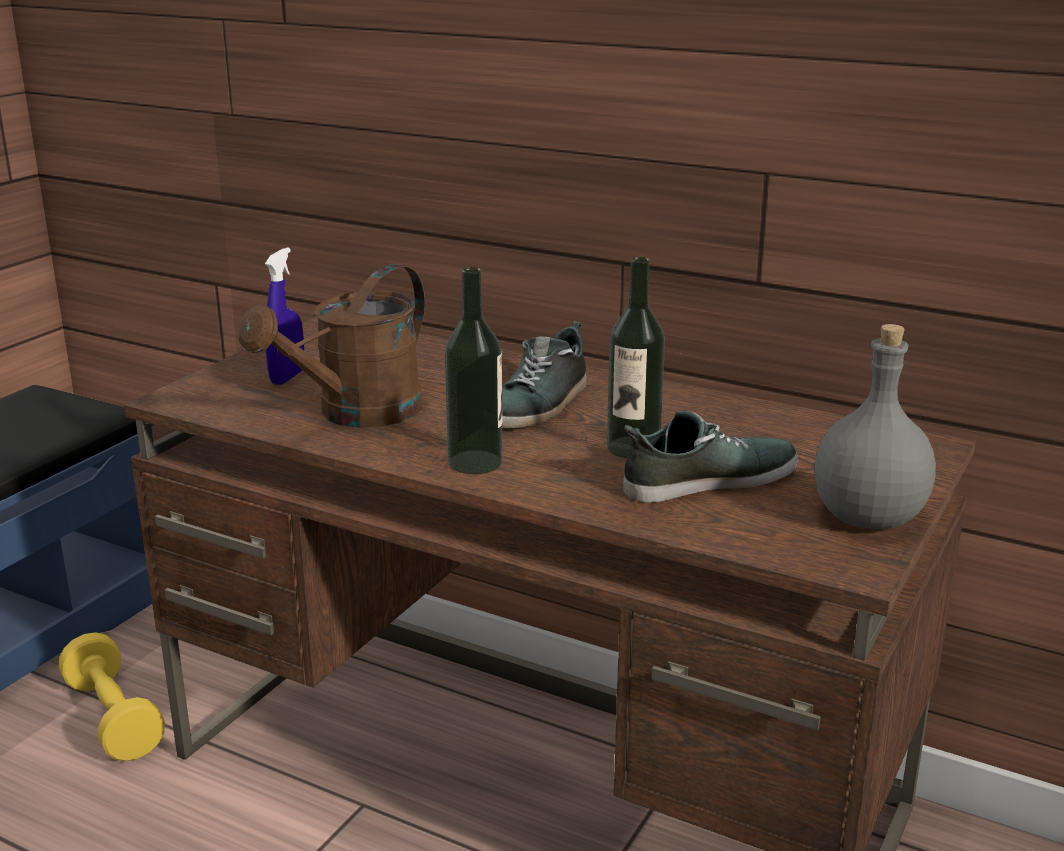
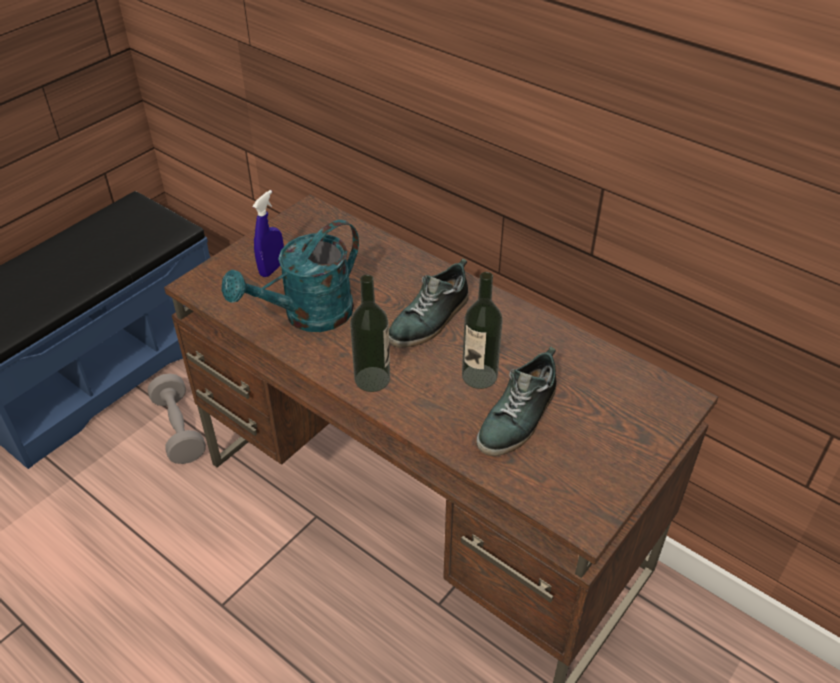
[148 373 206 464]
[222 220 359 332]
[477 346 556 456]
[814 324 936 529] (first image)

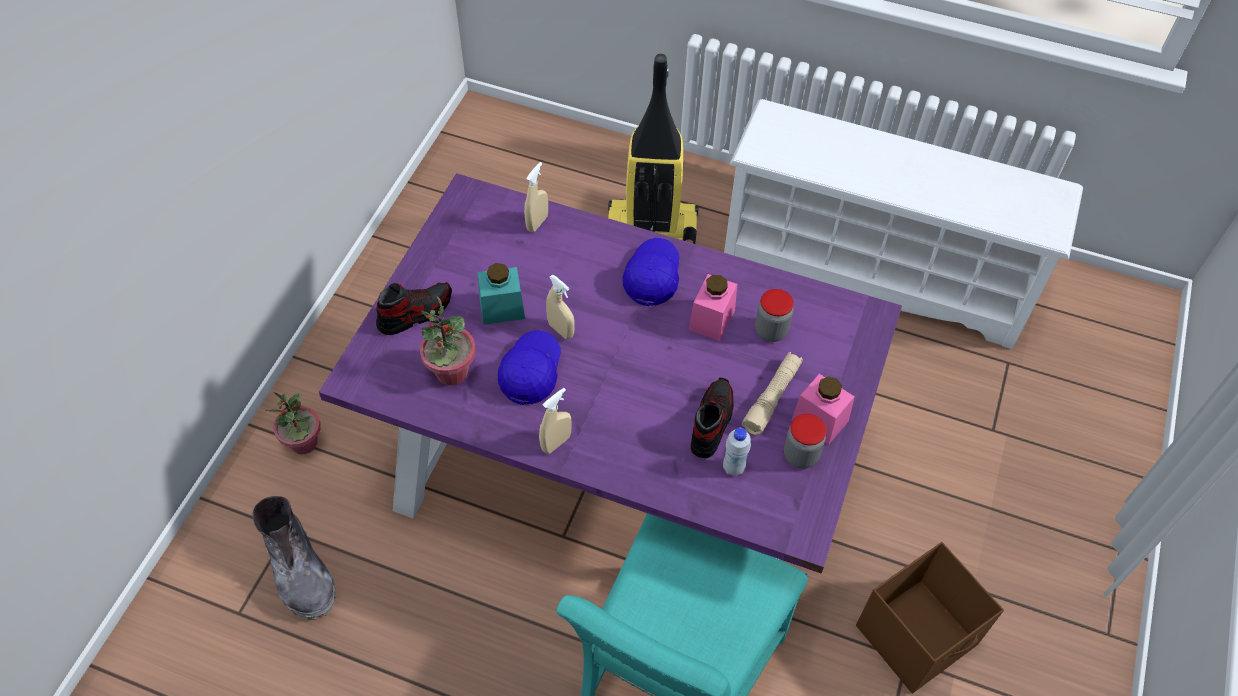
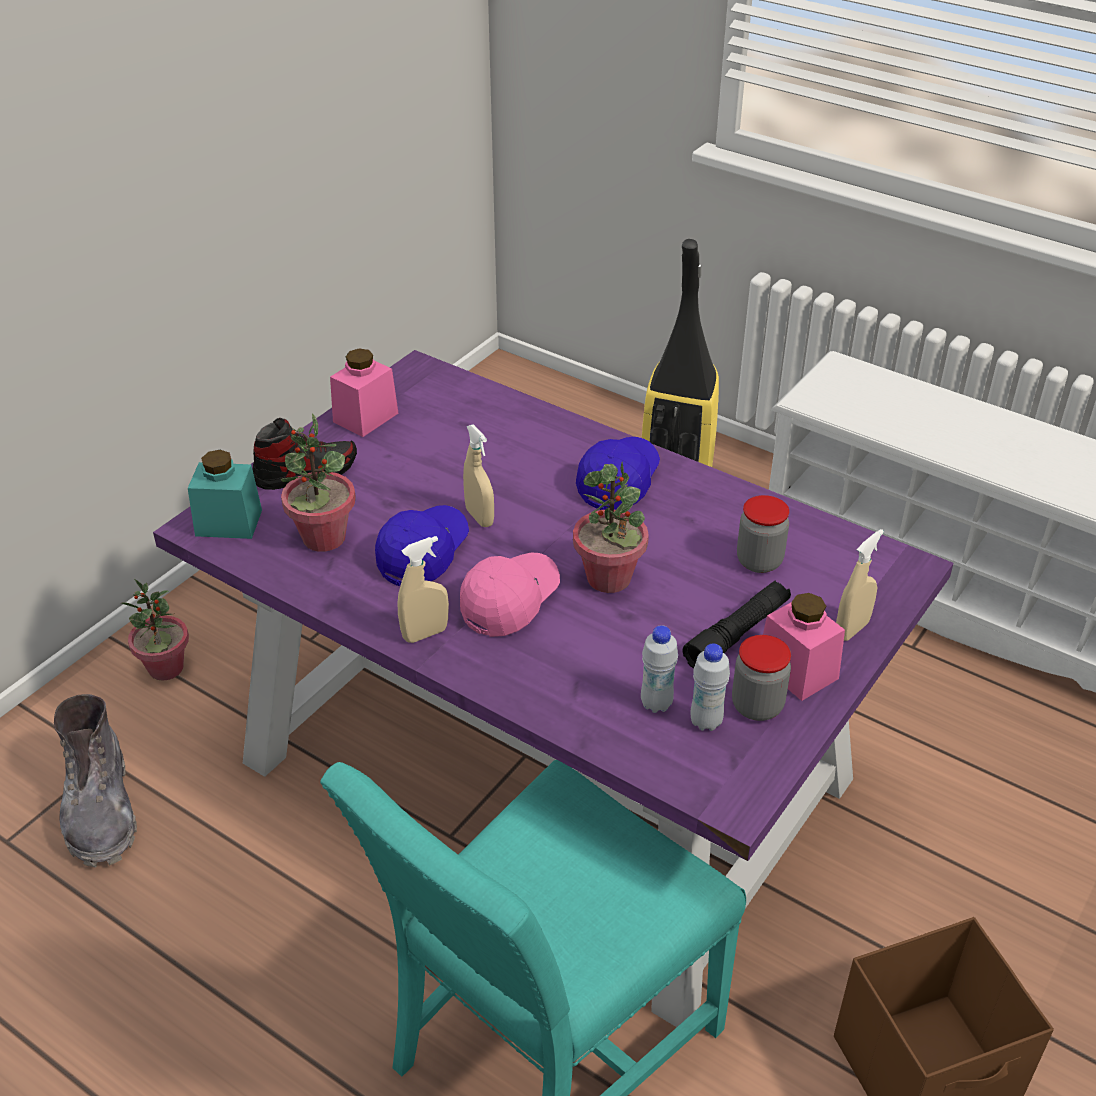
[188 450 262 539]
[836 529 884 641]
[330 348 398 437]
[691 378 734 458] (first image)
[683 581 791 669]
[460 553 560 637]
[573 462 649 593]
[690 644 730 731]

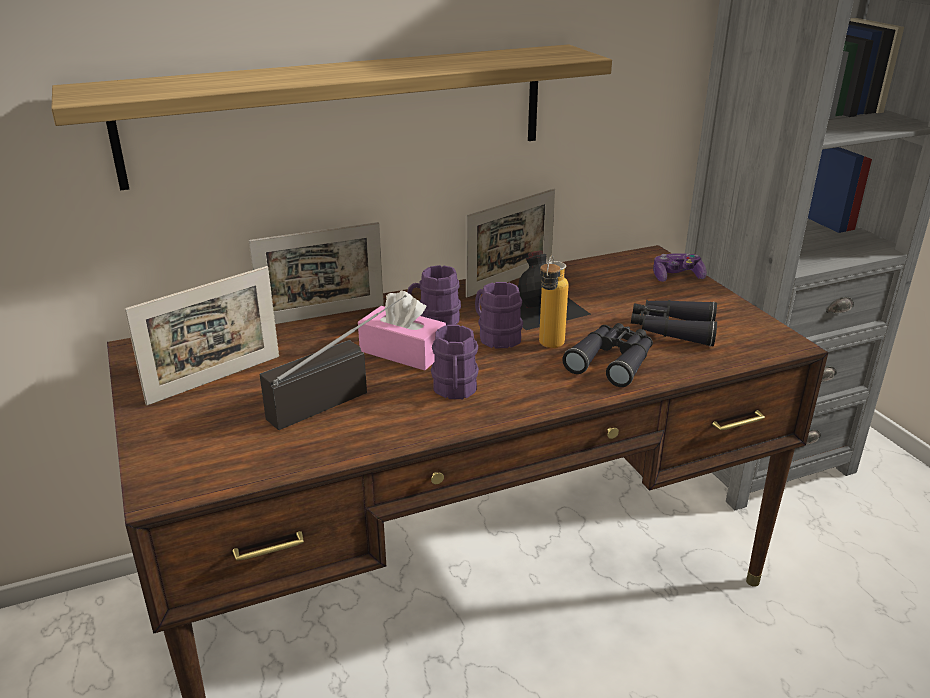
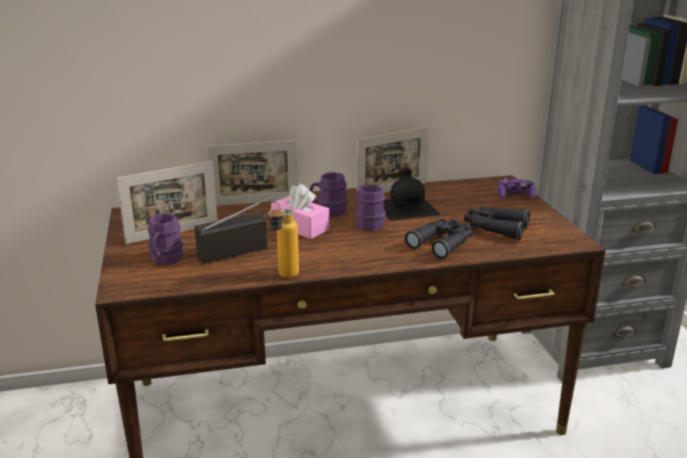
[51 44 612 190] (first image)
[148 213 183 265]
[267 203 299 278]

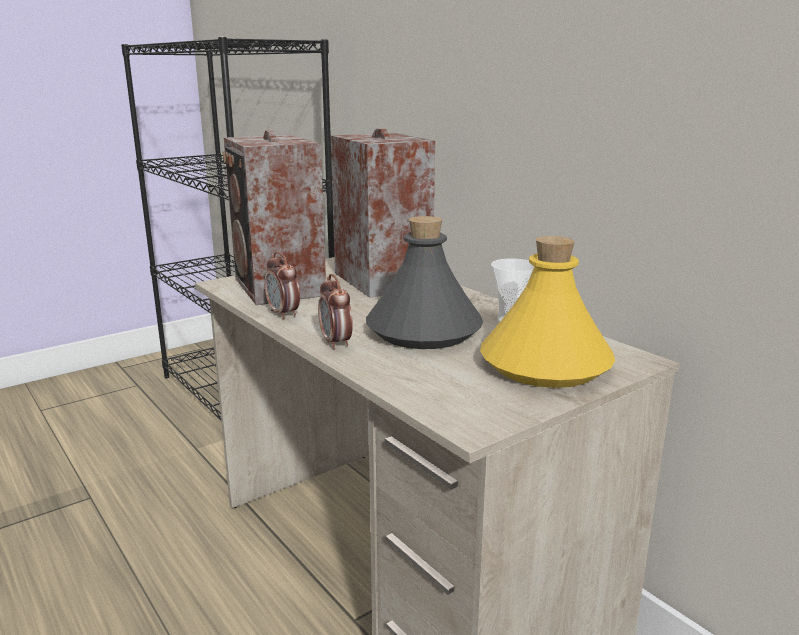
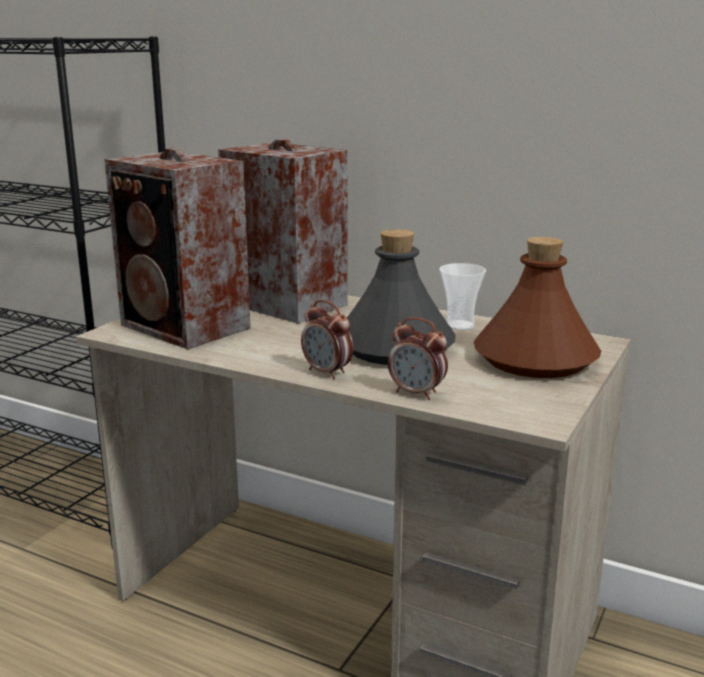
[388 317 448 400]
[474 237 601 378]

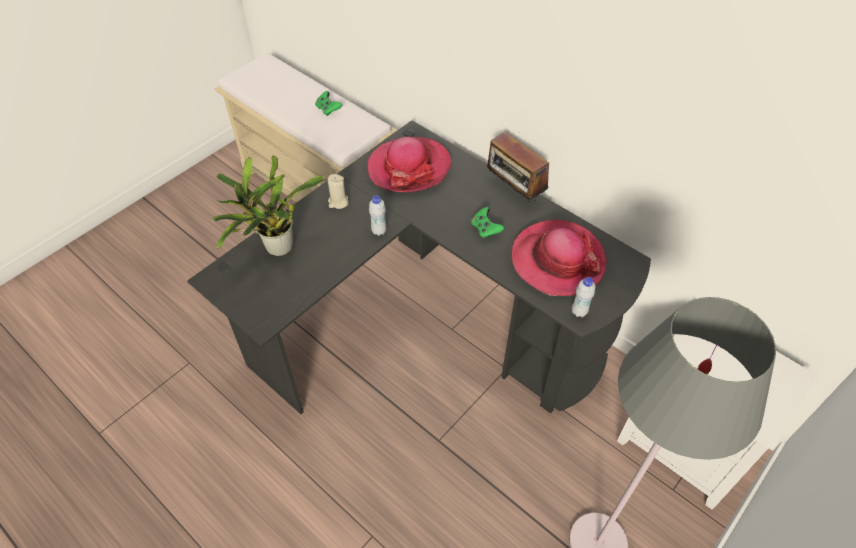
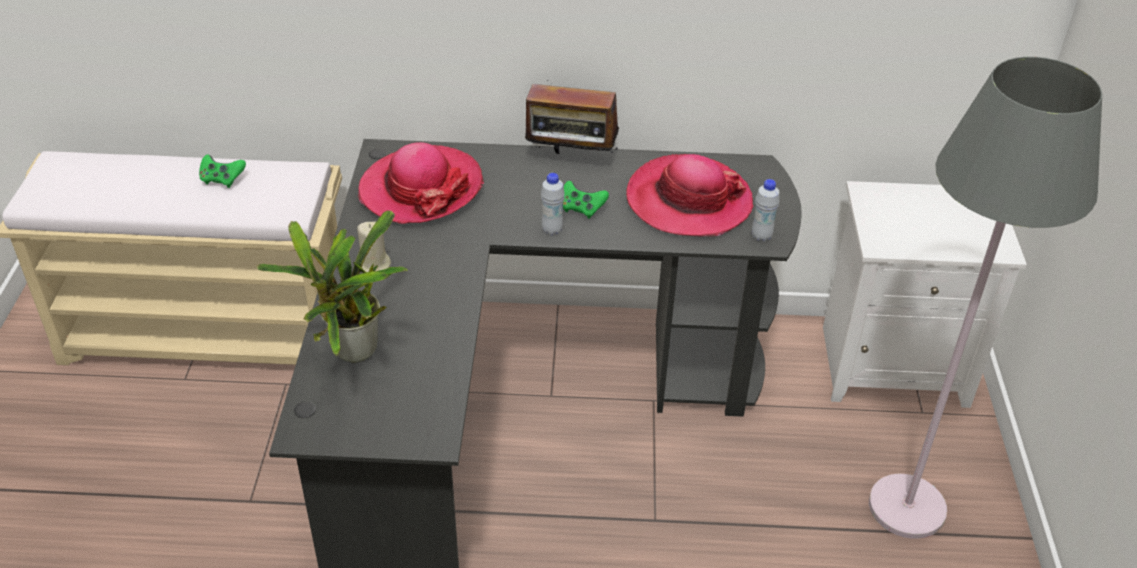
[541 173 565 235]

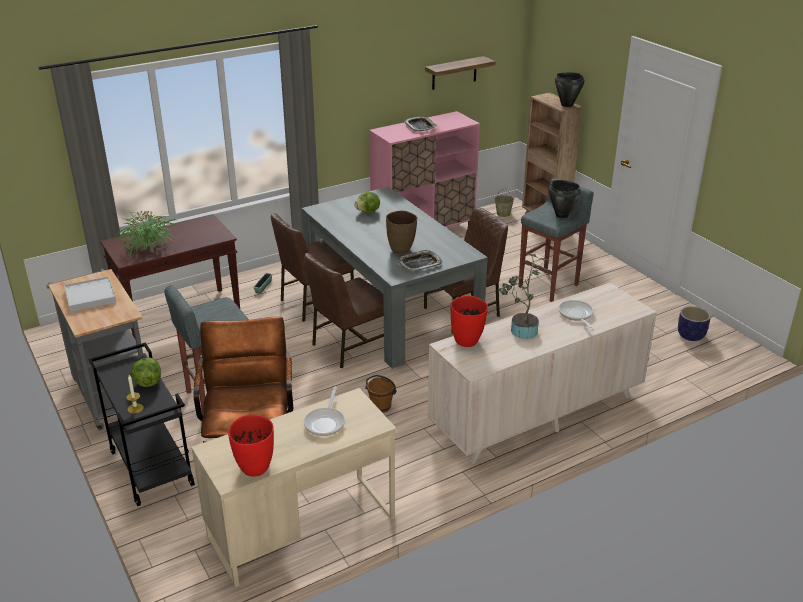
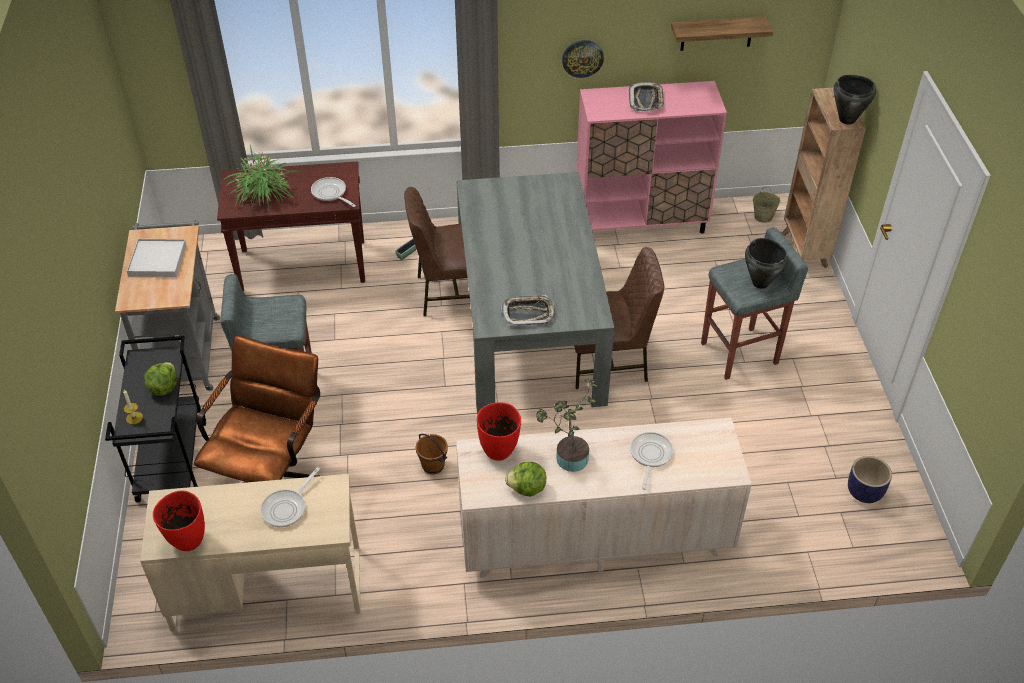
[304 253 384 369] (first image)
[505 462 546 497]
[386 211 417 254] (first image)
[311 177 356 207]
[562 40 604 78]

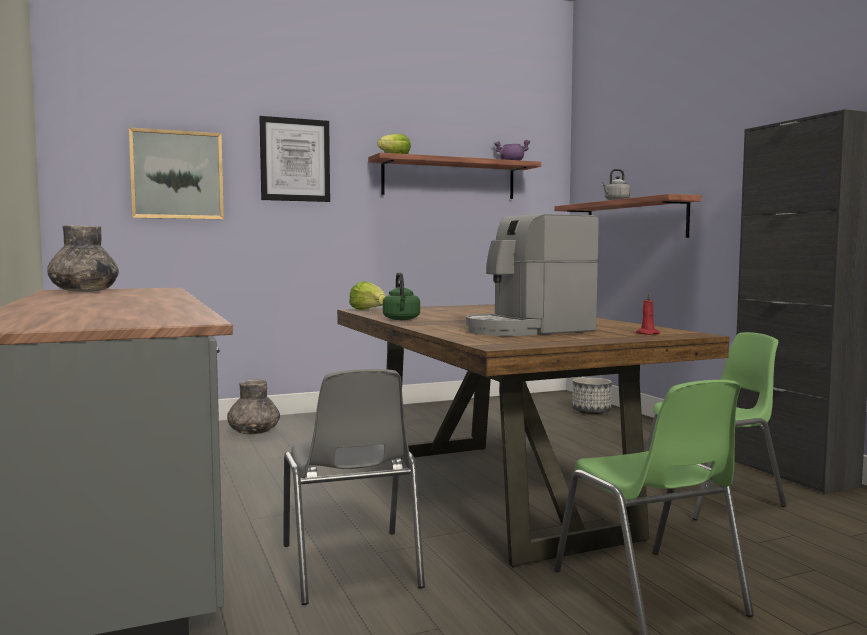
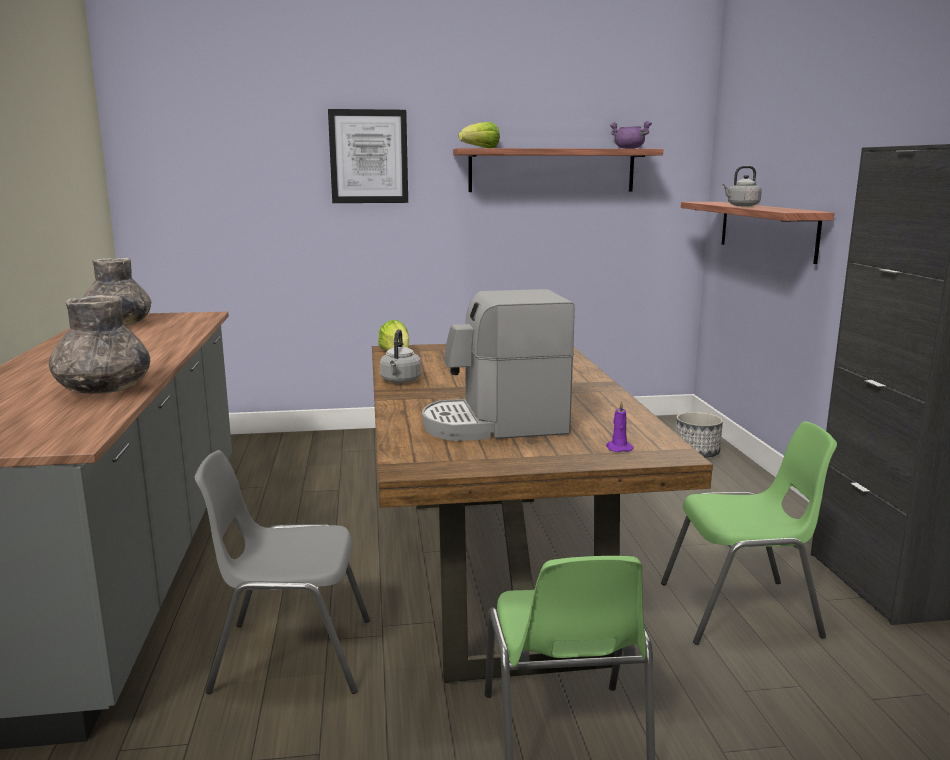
[129 128 224 219] (first image)
[49 295 150 394]
[195 450 370 694]
[380 329 422 383]
[606 400 634 452]

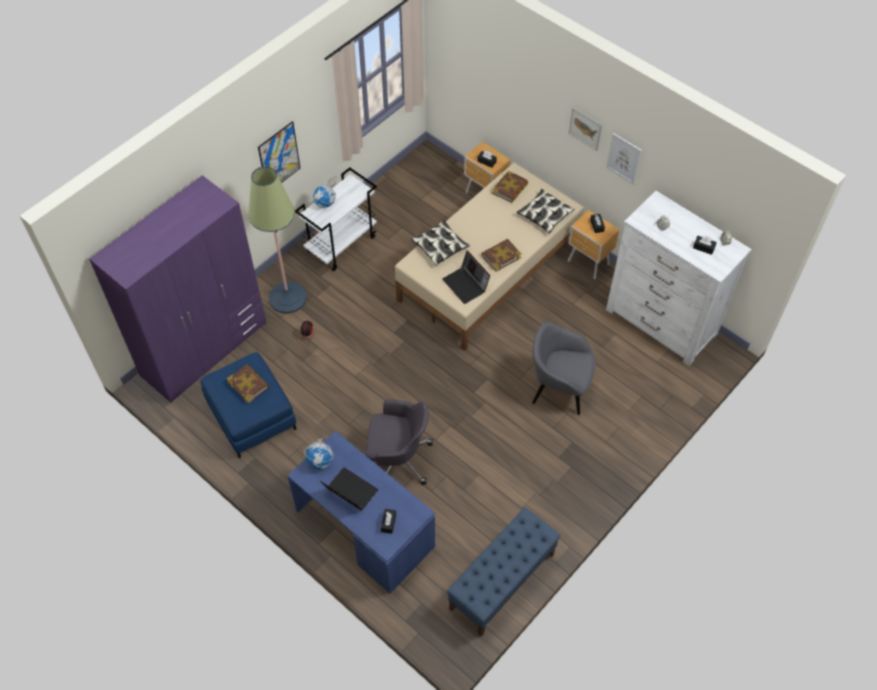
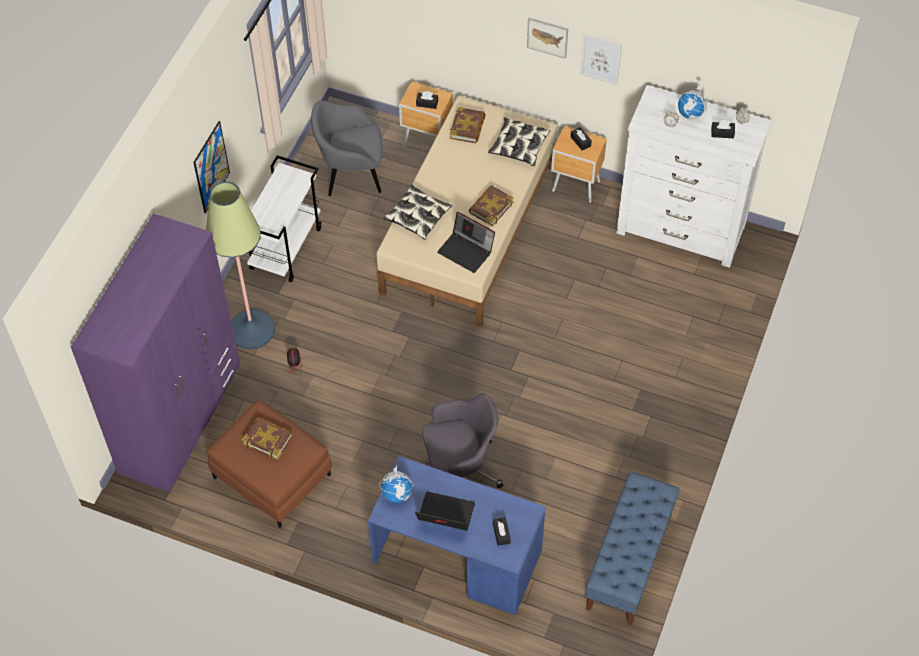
[207 400 332 528]
[678 85 707 120]
[311 101 383 196]

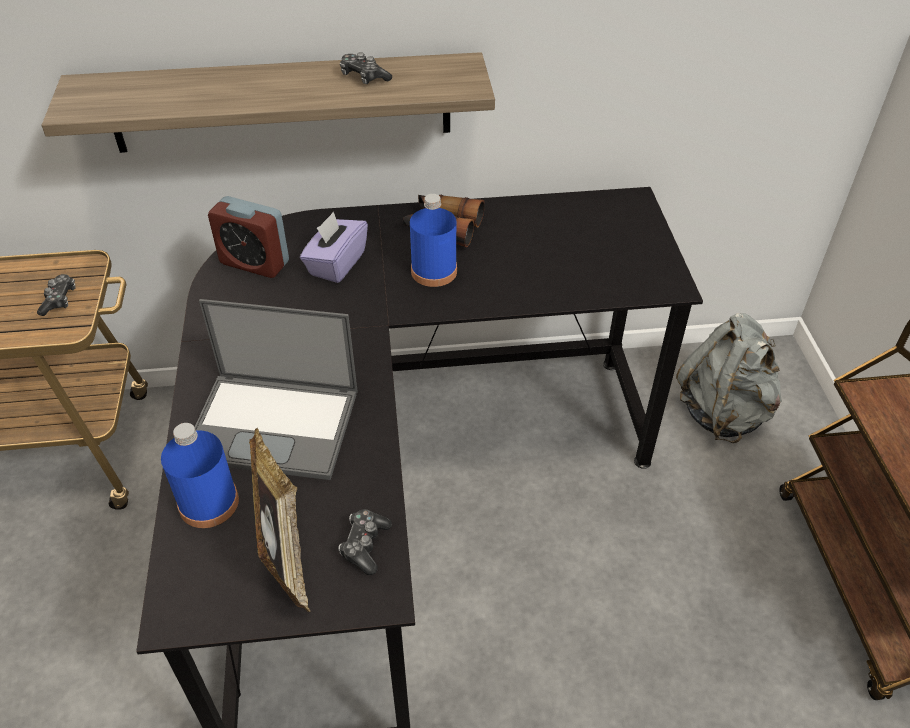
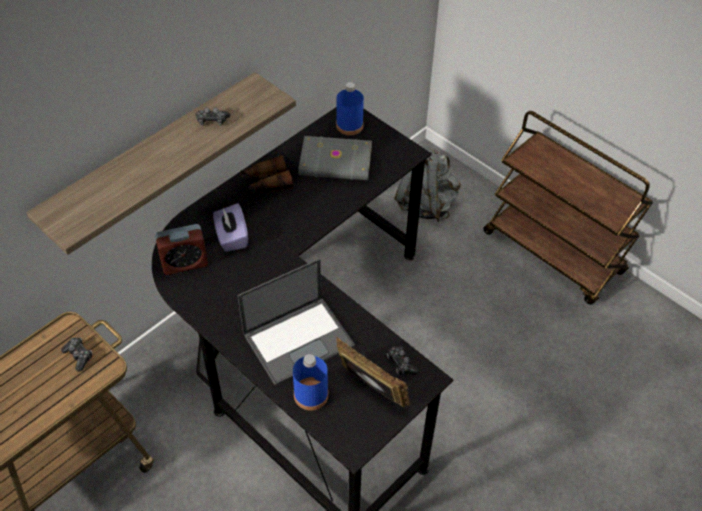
[336 82 364 135]
[298 136 372 180]

